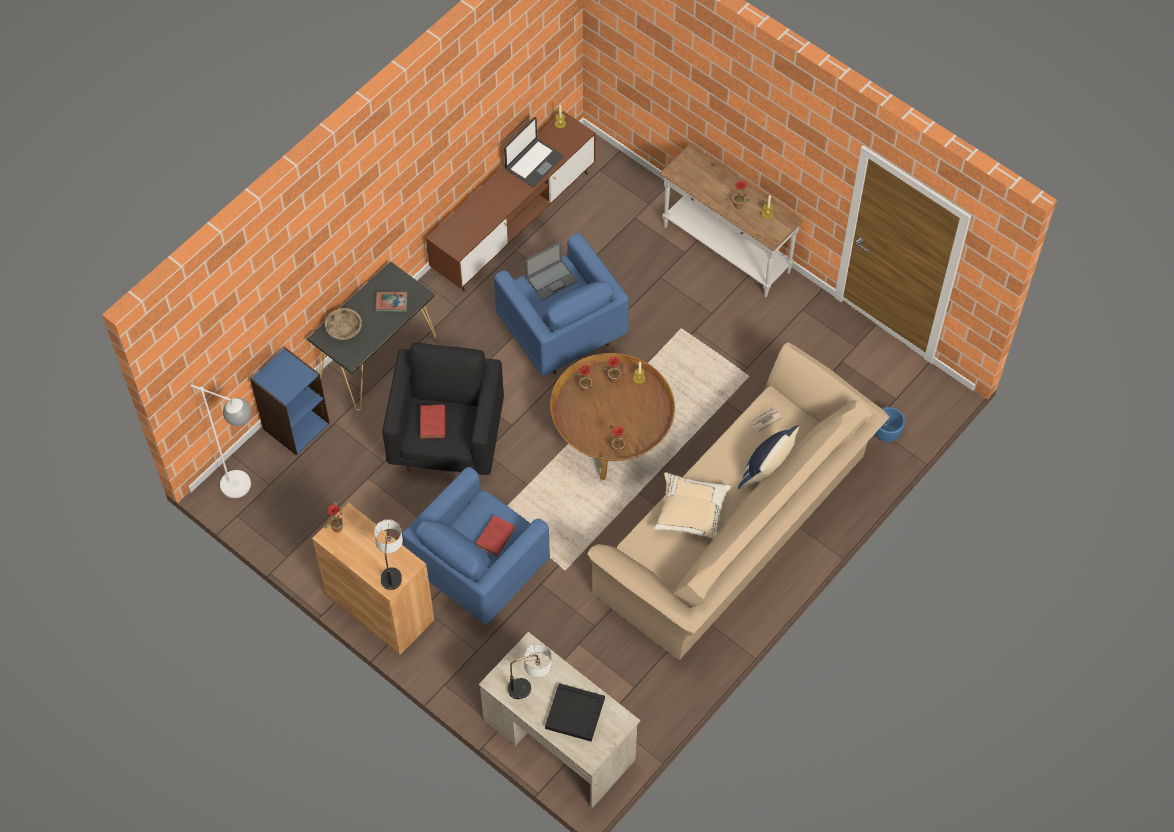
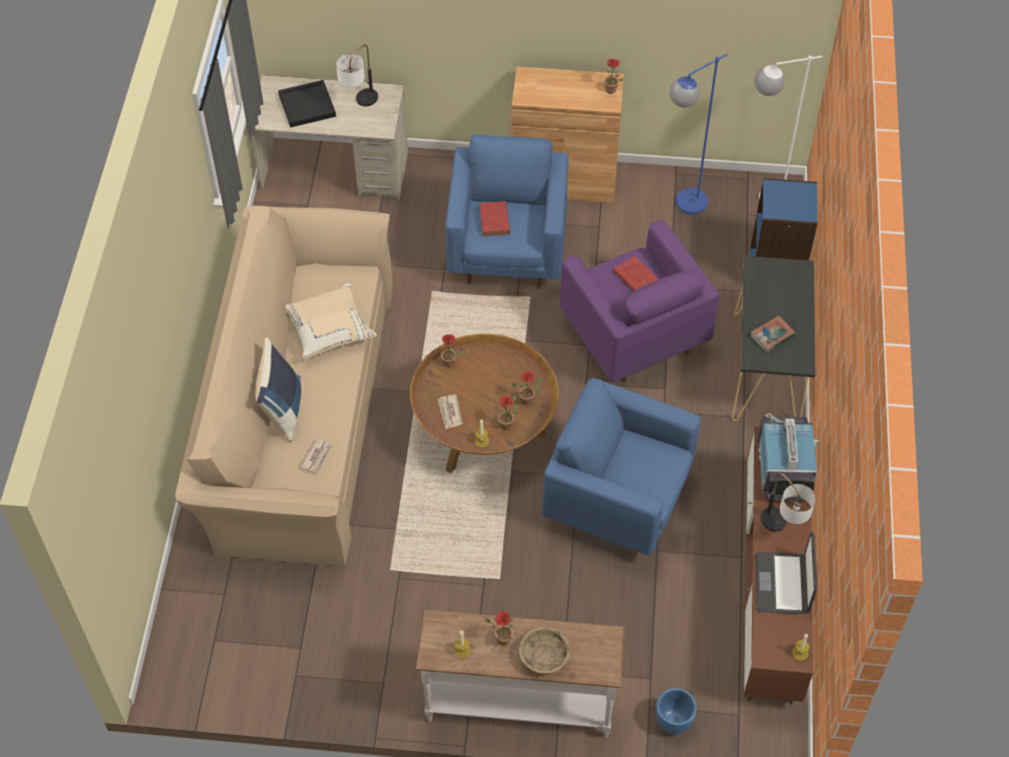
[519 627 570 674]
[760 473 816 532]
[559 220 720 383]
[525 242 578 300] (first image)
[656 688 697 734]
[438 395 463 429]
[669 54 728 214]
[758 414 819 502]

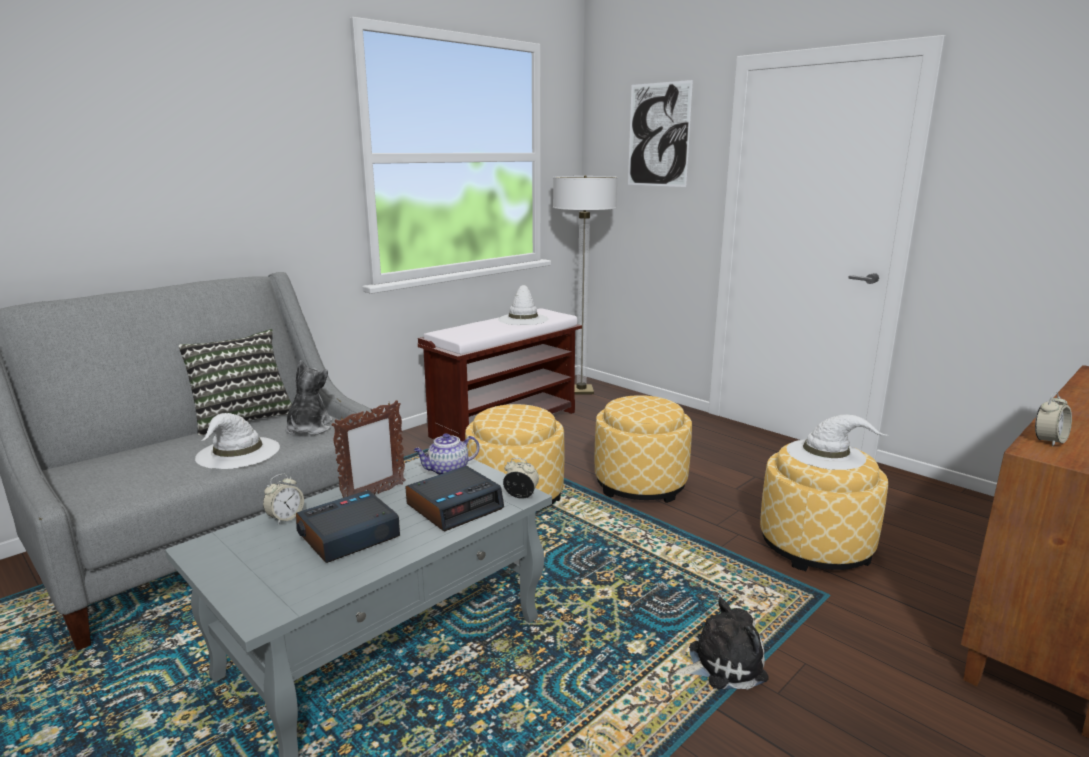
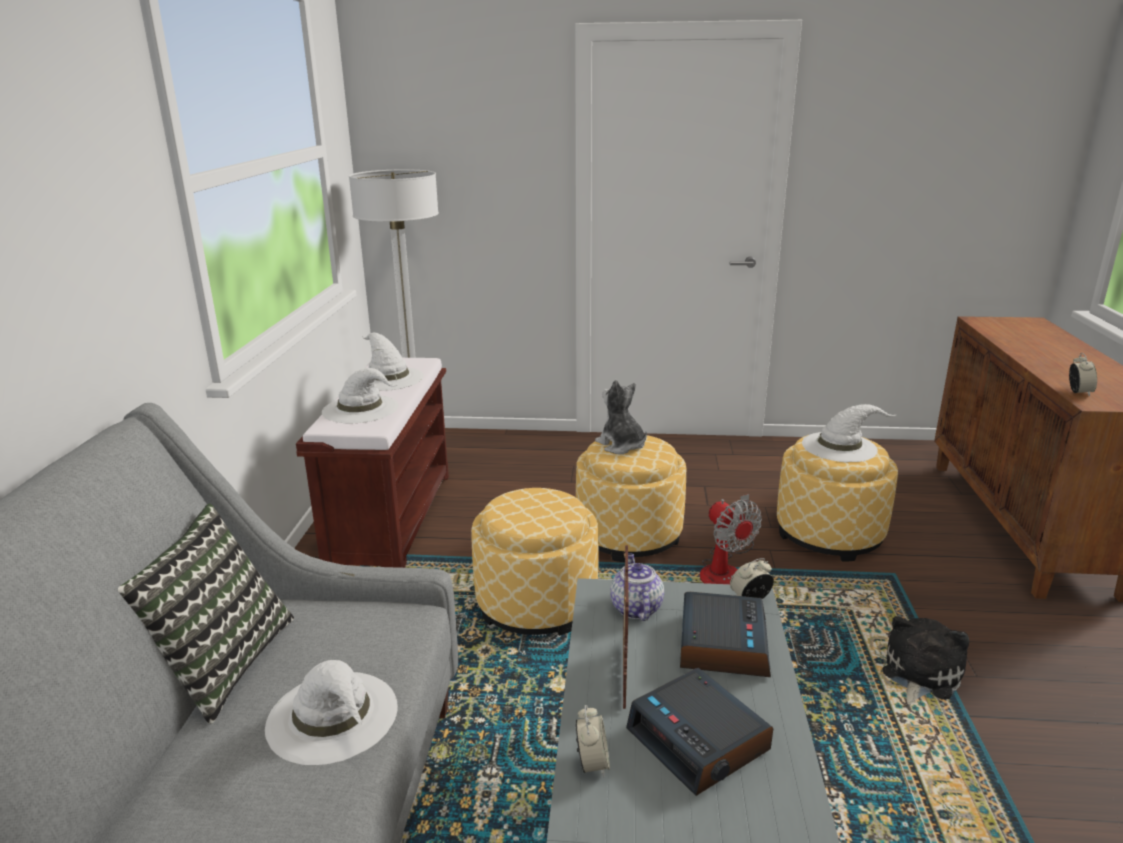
[595 380 647 454]
[626 668 773 796]
[610 553 664 621]
[628 80 693 187] (first image)
[322 368 399 424]
[700 494 762 584]

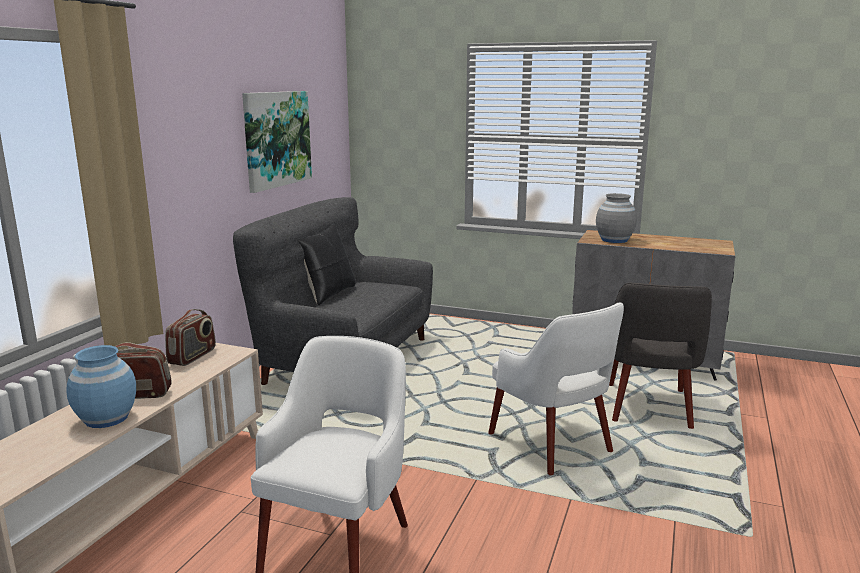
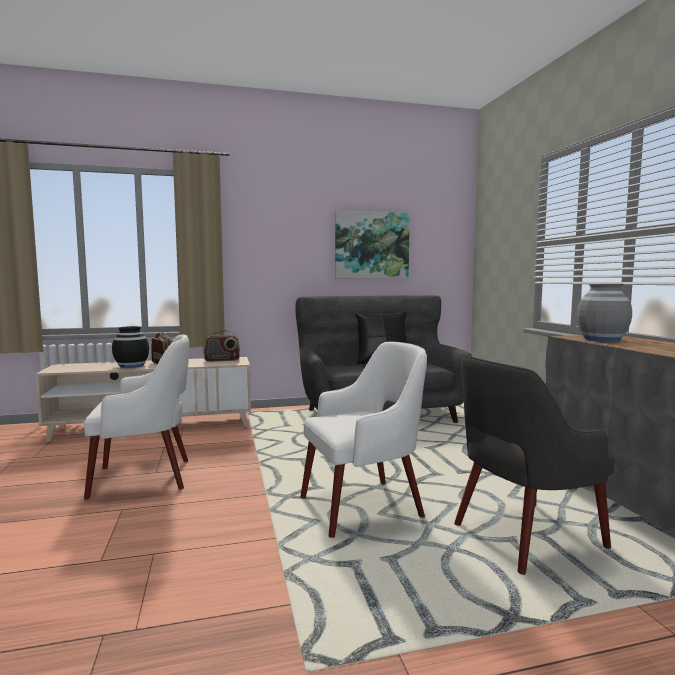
[112 326 149 368]
[301 342 427 538]

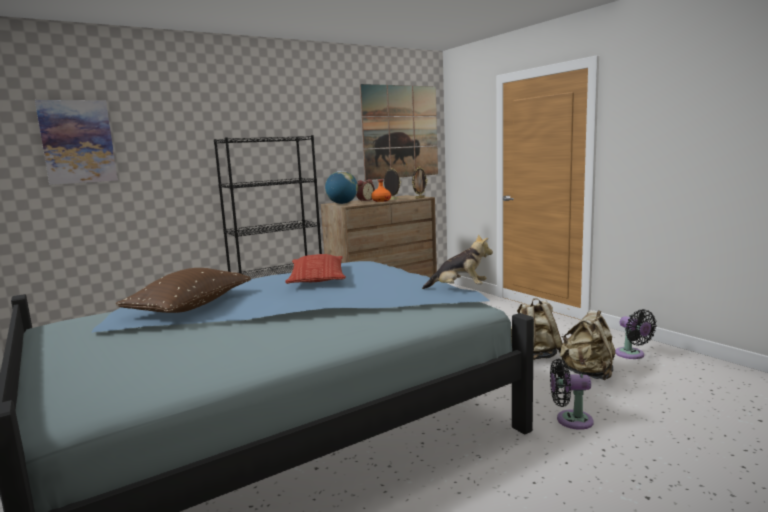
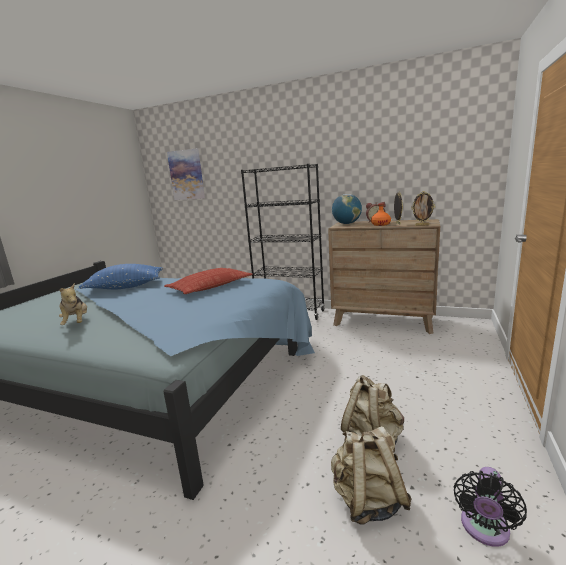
[79 264 163 289]
[360 84 438 180] (first image)
[59 283 87 325]
[550 359 594 430] (first image)

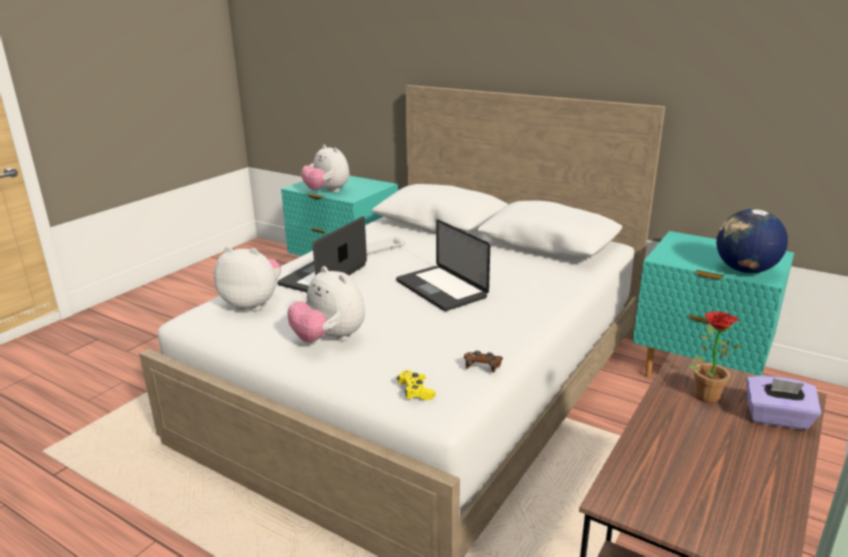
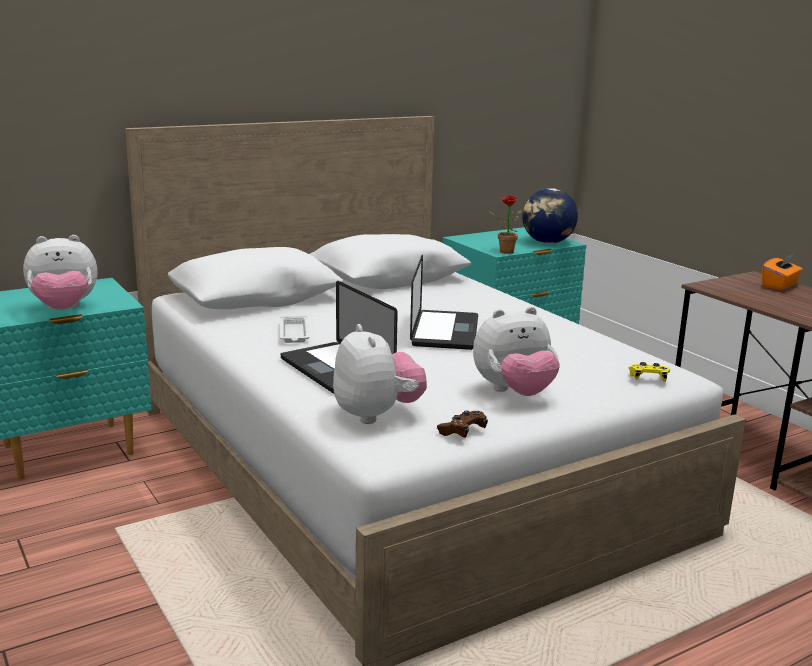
[333 324 427 424]
[410 255 478 350]
[437 411 488 438]
[489 195 521 254]
[762 254 803 291]

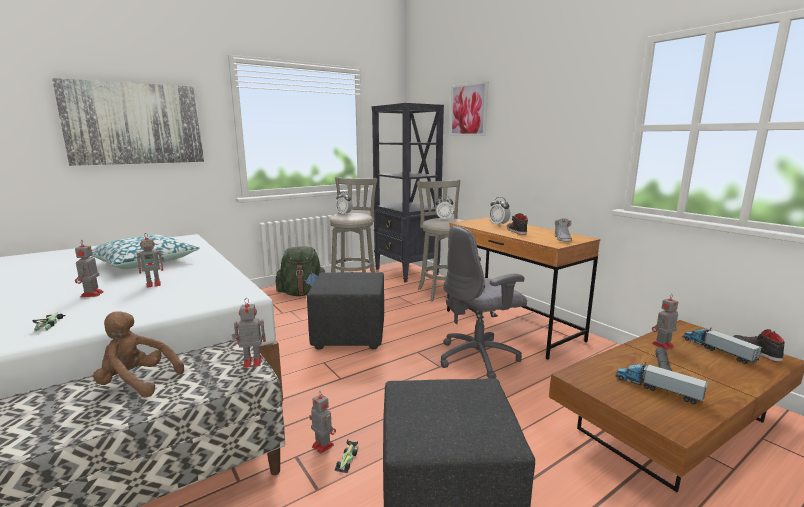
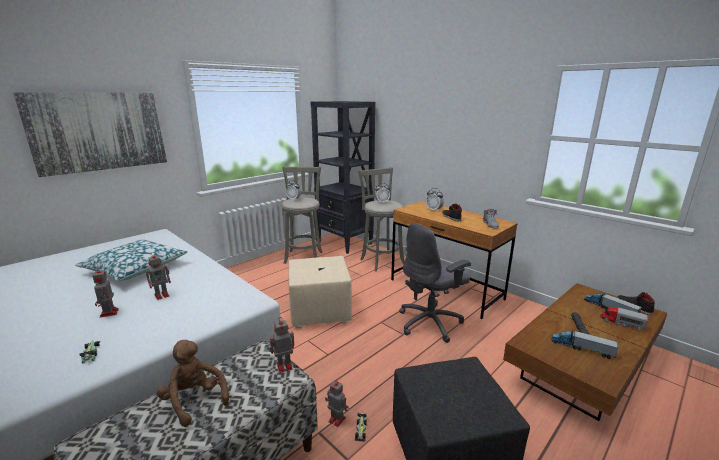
[157 340 229 427]
[275 247 325 296] (first image)
[288 256 352 328]
[450 81 489 136] (first image)
[652 294 678 350] (first image)
[600 307 648 331]

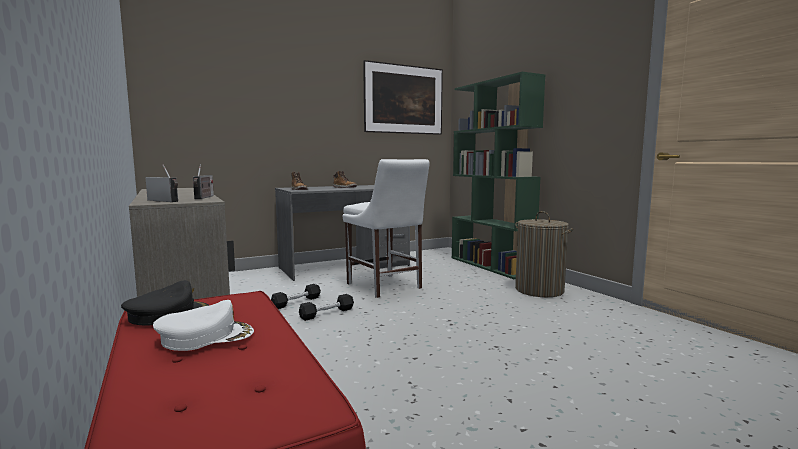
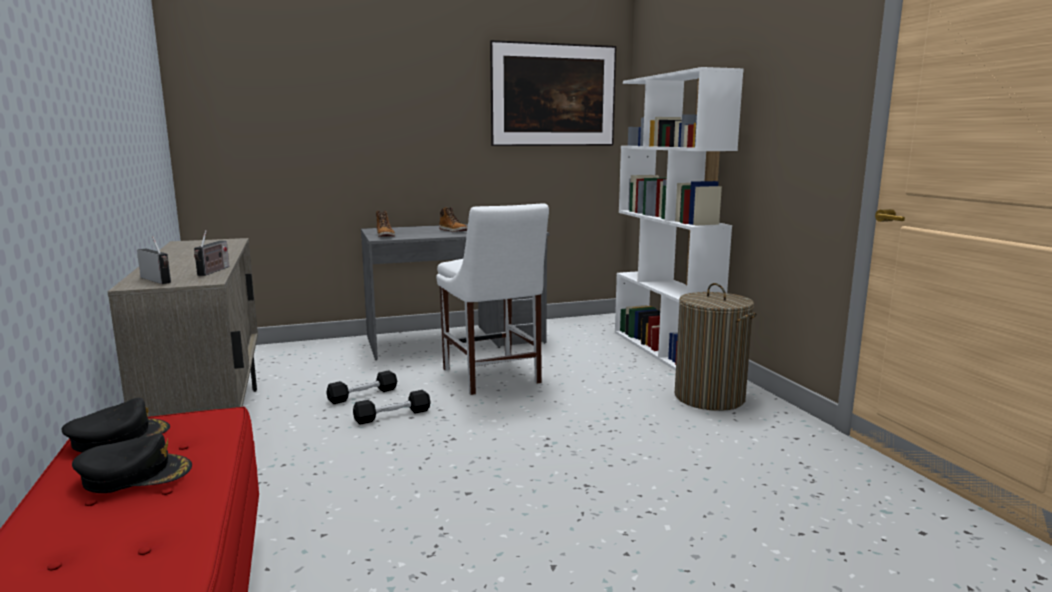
[72 434 192 493]
[615 67 744 371]

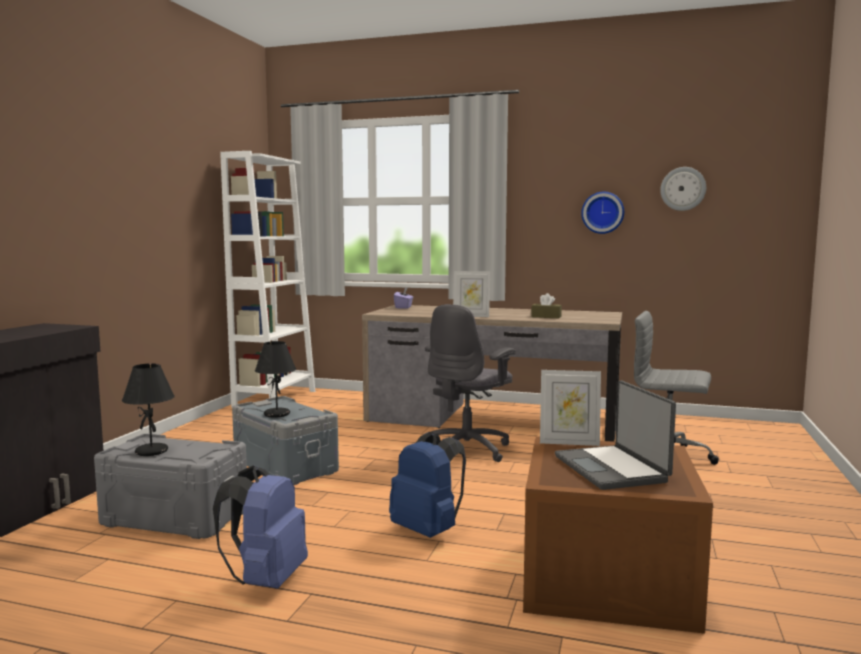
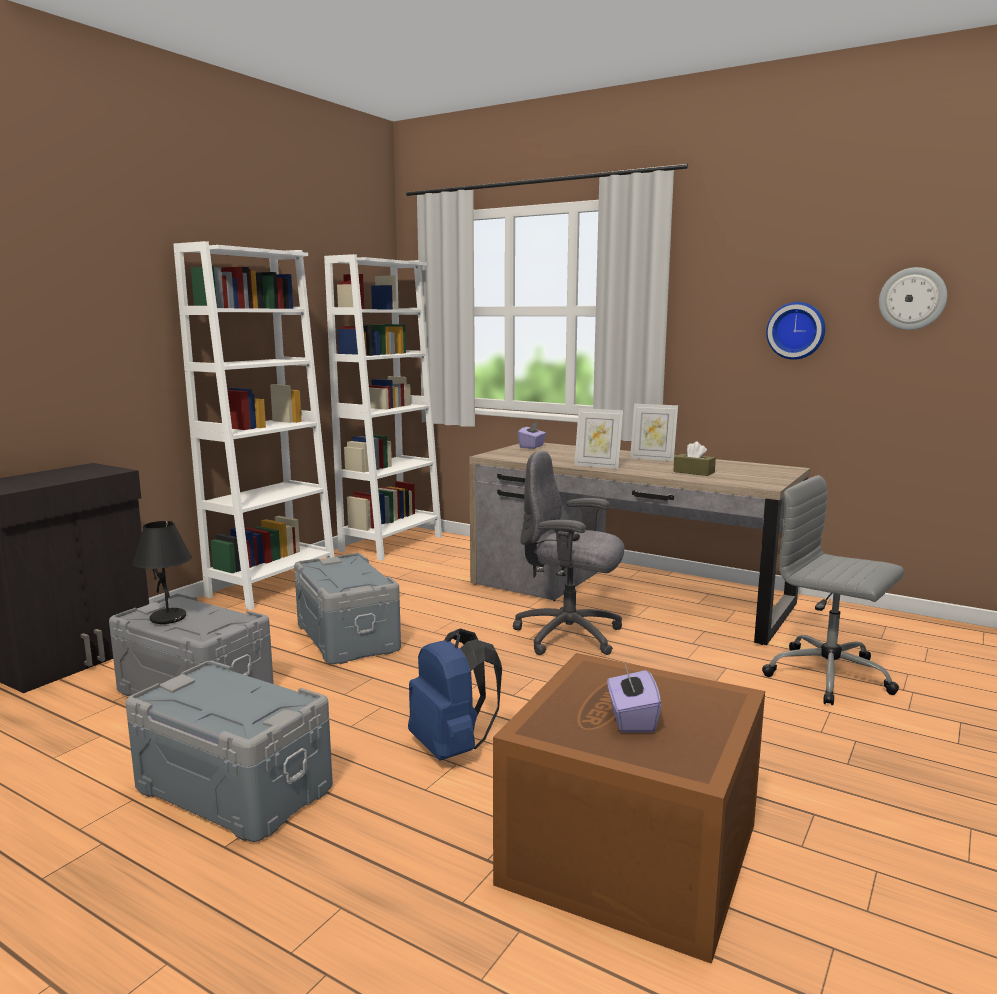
[125 661 333 842]
[255 341 296 418] (first image)
[513 451 624 655]
[630 403 678 461]
[607 663 661 733]
[173 241 334 610]

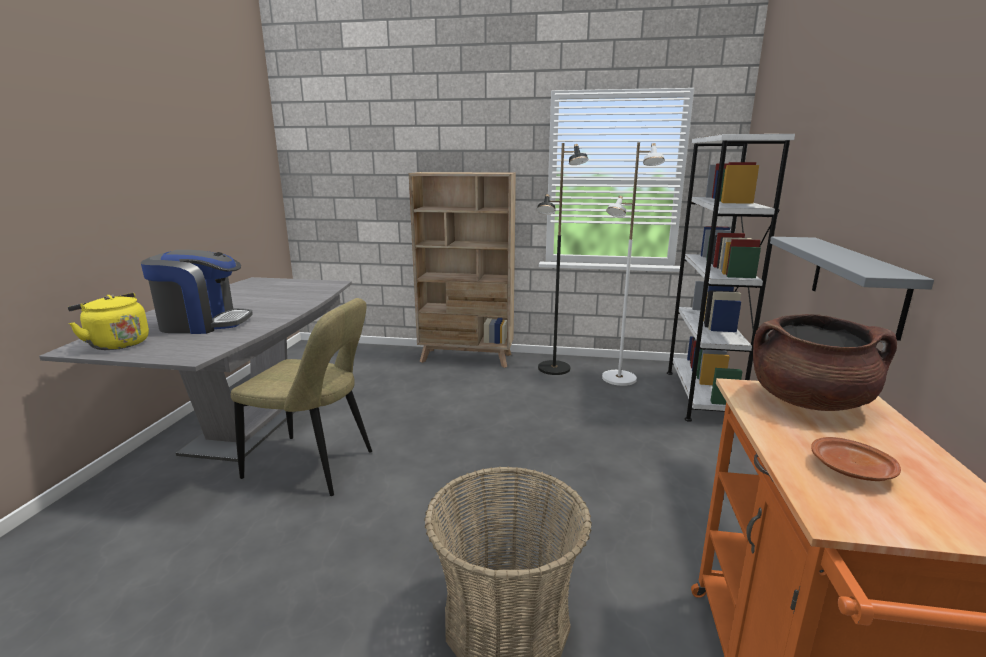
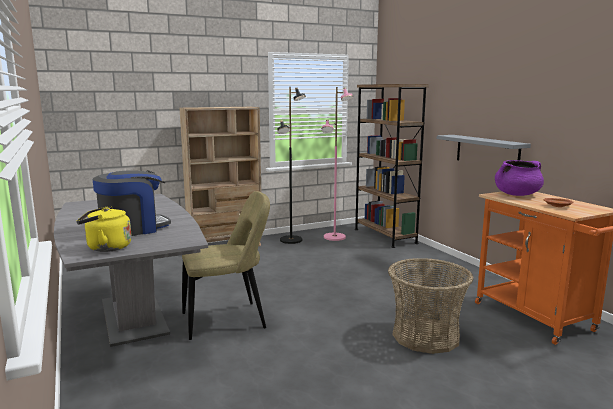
[321 87 353 241]
[355 84 429 248]
[495 160 544 196]

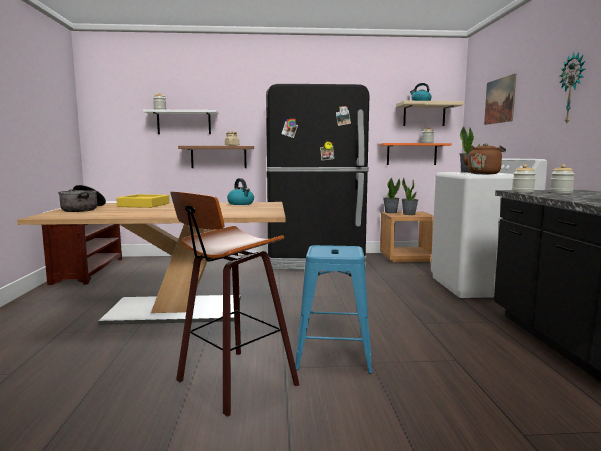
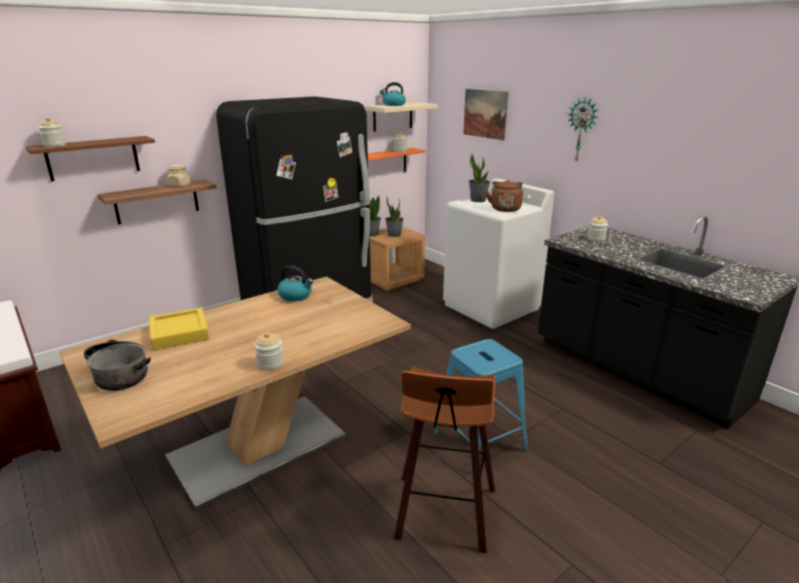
[25 136 155 181]
[254 332 284 371]

